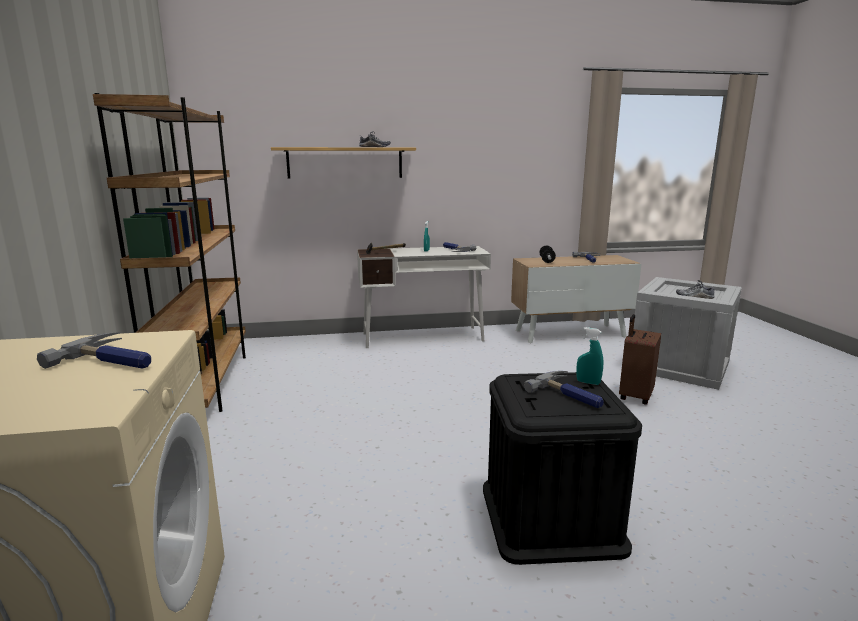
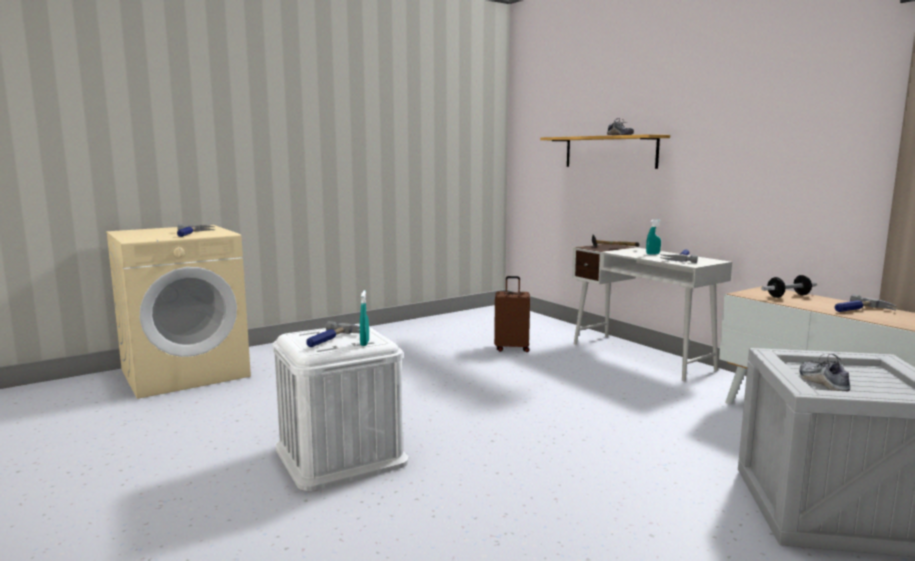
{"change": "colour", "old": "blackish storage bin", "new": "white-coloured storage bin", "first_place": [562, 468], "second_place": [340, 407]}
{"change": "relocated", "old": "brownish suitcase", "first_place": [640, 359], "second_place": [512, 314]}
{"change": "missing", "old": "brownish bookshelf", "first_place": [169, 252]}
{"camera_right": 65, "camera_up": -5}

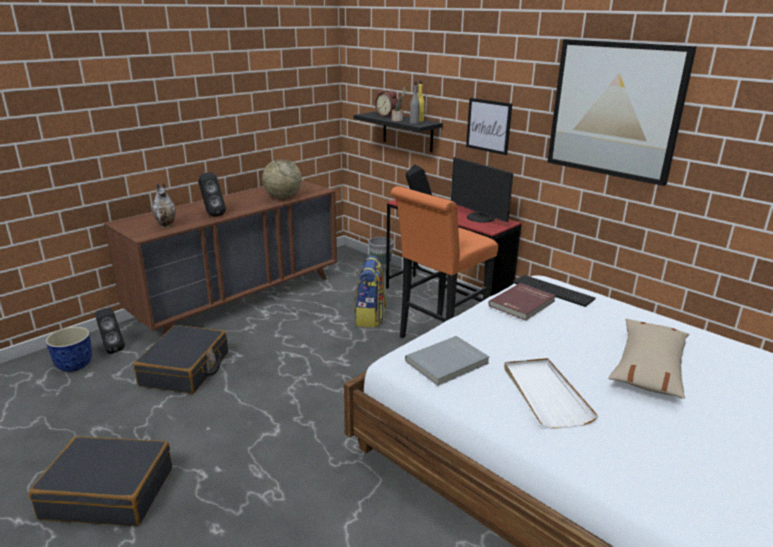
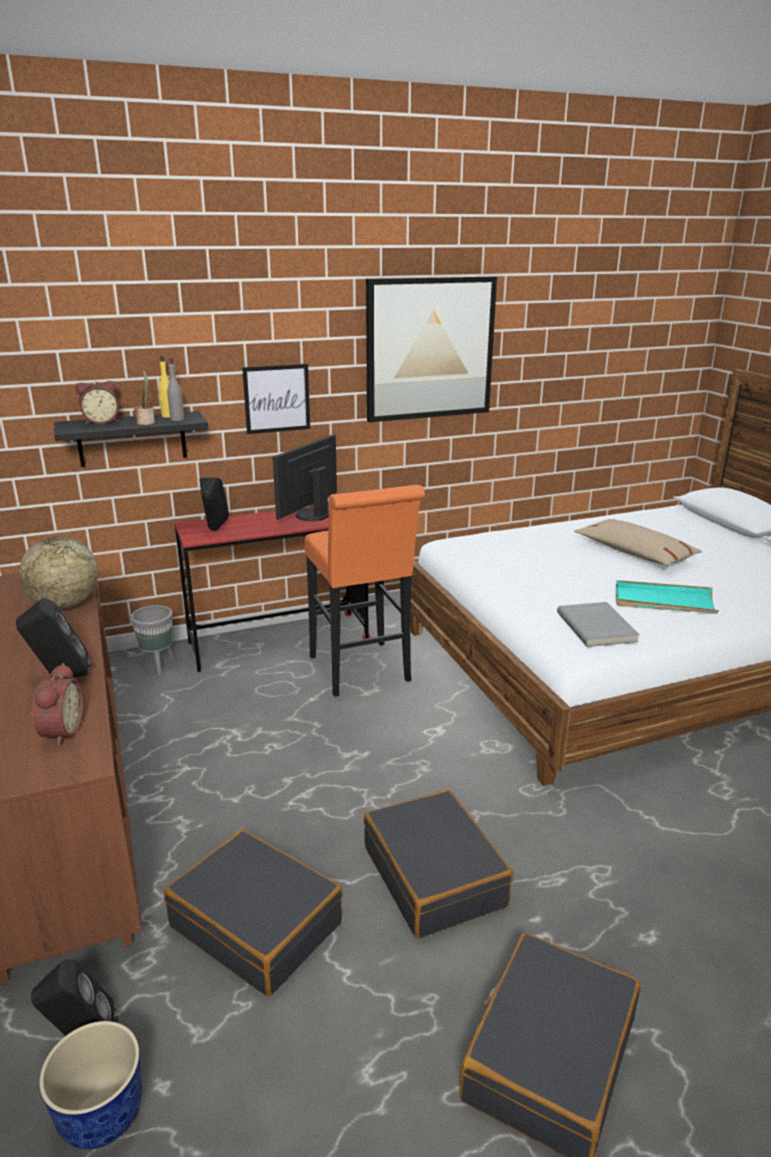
{"change": "exchanged", "old": "flower vase", "new": "alarm clock", "first_place": [164, 205], "second_place": [57, 704]}
{"change": "spun", "old": "computer display", "first_place": [482, 190], "second_place": [305, 478], "degrees": 135}
{"change": "appeared", "new": "blackish suitcase", "second_place": [438, 863]}
{"change": "colour", "old": "white-coloured carrying tray", "new": "turquoise-coloured carrying tray", "first_place": [551, 393], "second_place": [667, 597]}
{"change": "missing", "old": "knapsack", "first_place": [370, 291]}
{"change": "missing", "old": "red volume", "first_place": [522, 302]}
{"change": "missing", "old": "PC keyboard", "first_place": [554, 291]}
{"camera_right": -65, "camera_up": 0}

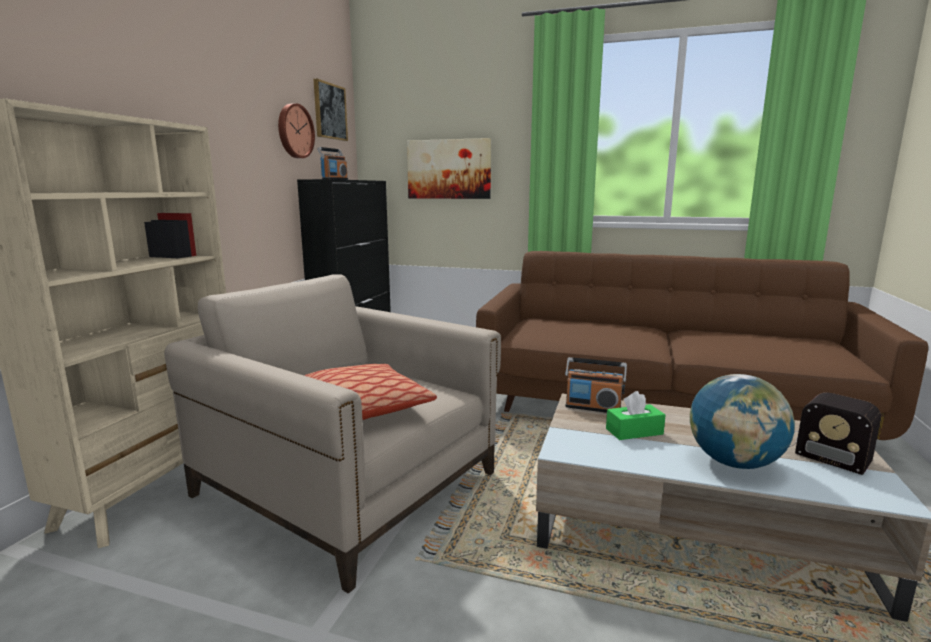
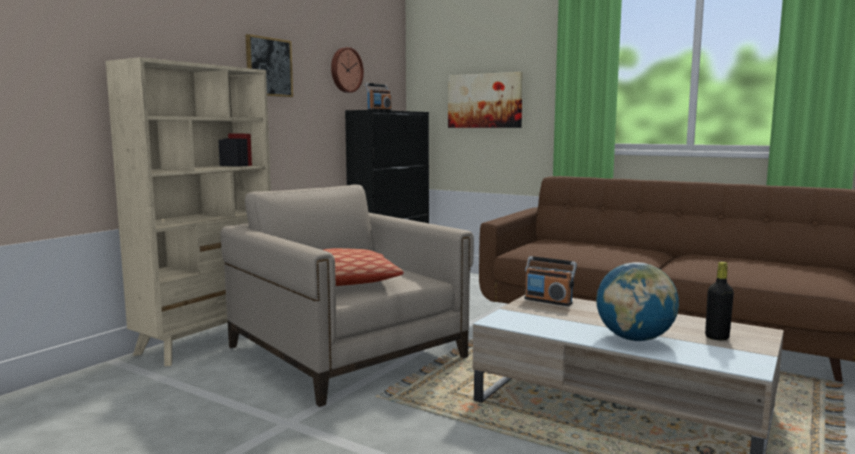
{"change": "relocated", "old": "wall art", "first_place": [330, 110], "second_place": [269, 65]}
{"change": "exchanged", "old": "radio", "new": "blackish drink bottle", "first_place": [835, 433], "second_place": [719, 301]}
{"change": "missing", "old": "greenish box of tissues", "first_place": [636, 415]}
{"camera_right": 15, "camera_up": -5}

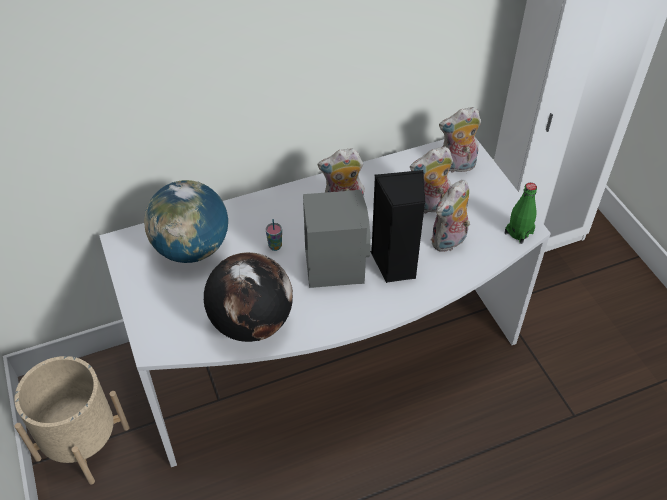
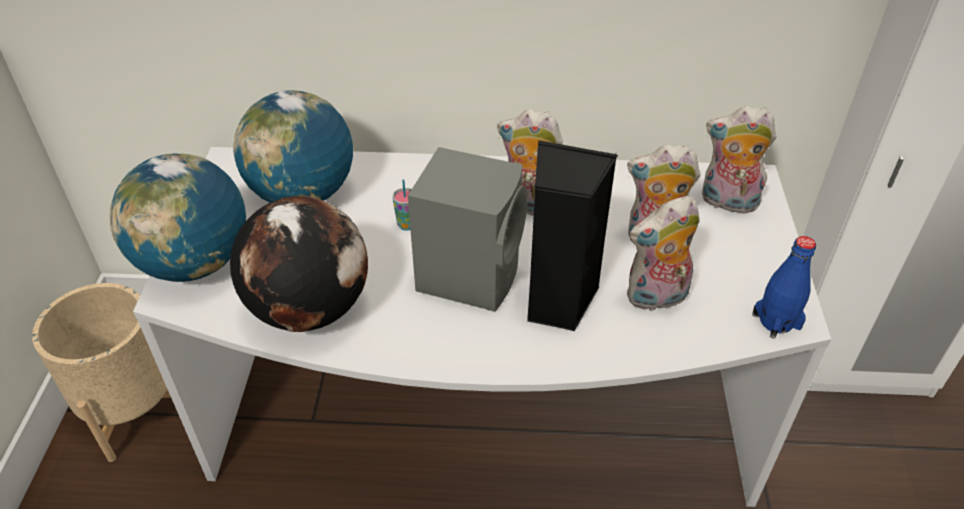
{"change": "appeared", "new": "world globe", "second_place": [178, 218]}
{"change": "colour", "old": "greenish drink bottle", "new": "bluish drink bottle", "first_place": [521, 213], "second_place": [784, 287]}
{"camera_right": 25, "camera_up": -5}

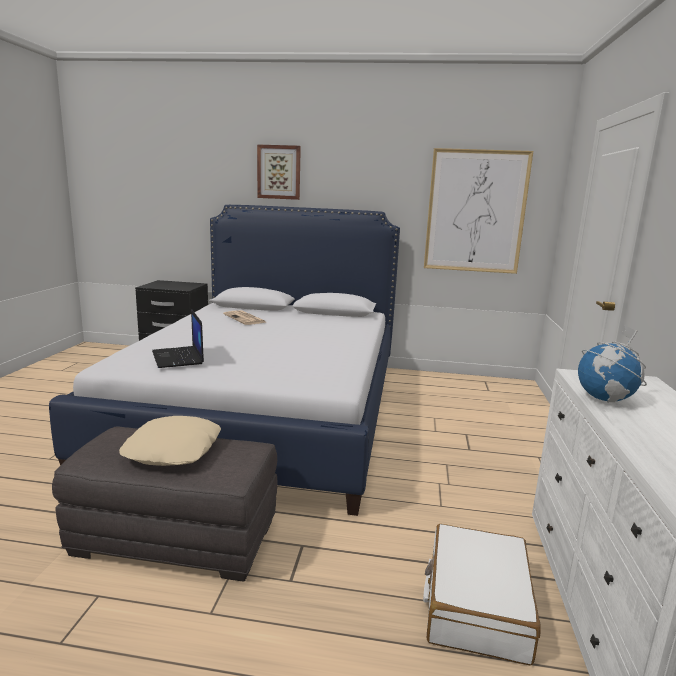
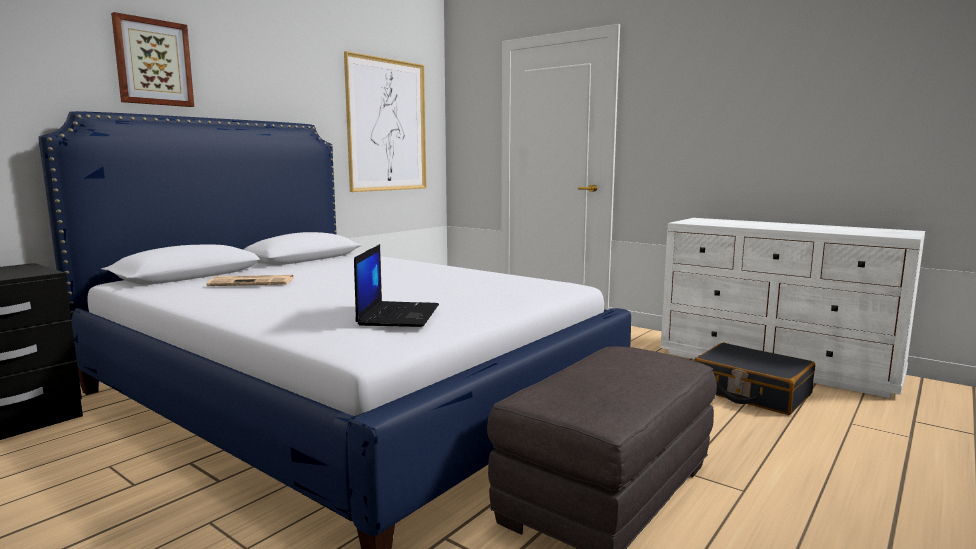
{"change": "spun", "old": "laptop", "first_place": [178, 338], "second_place": [396, 285], "degrees": -90}
{"change": "colour", "old": "white-coloured suitcase", "new": "blackish suitcase", "first_place": [482, 594], "second_place": [754, 379]}
{"change": "missing", "old": "sand-coloured cushion", "first_place": [170, 441]}
{"change": "missing", "old": "world globe", "first_place": [612, 363]}
{"camera_right": -60, "camera_up": -5}

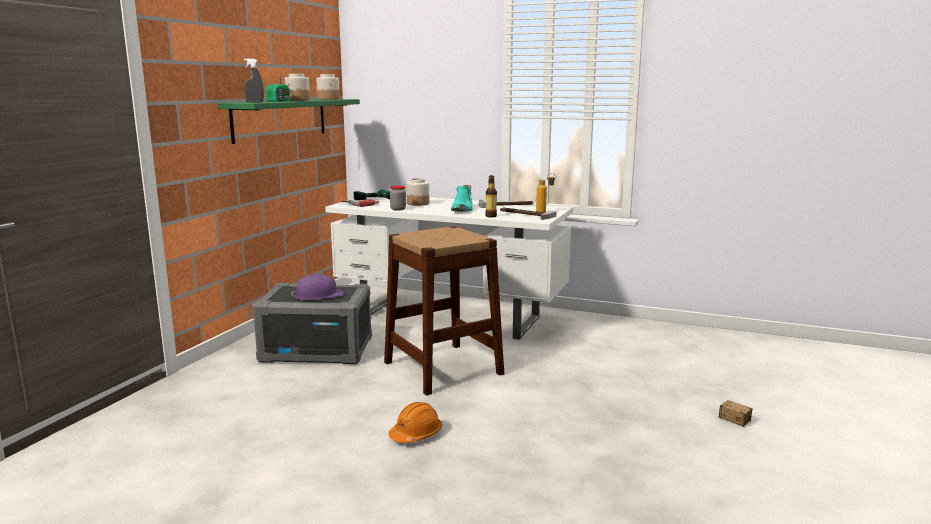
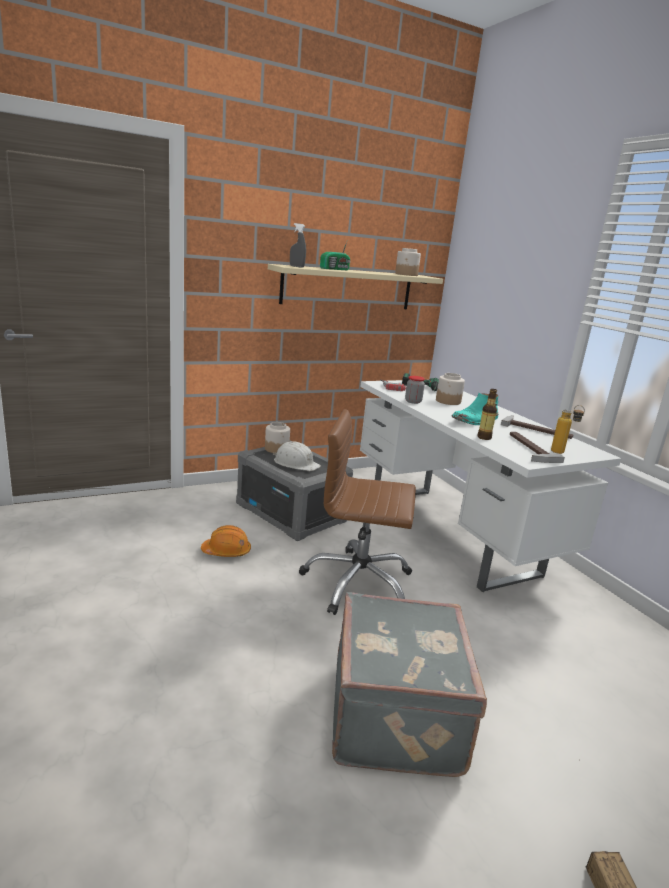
{"change": "relocated", "old": "orange-coloured safety helmet", "first_place": [415, 422], "second_place": [226, 541]}
{"change": "relocated", "old": "preserve jar", "first_place": [297, 87], "second_place": [277, 437]}
{"change": "colour", "old": "greenish wall shelf", "new": "sand-coloured wall shelf", "first_place": [289, 121], "second_place": [355, 286]}
{"change": "colour", "old": "purple safety helmet", "new": "white-coloured safety helmet", "first_place": [317, 287], "second_place": [297, 456]}
{"change": "exchanged", "old": "brownish stool seat", "new": "brownish desk chair", "first_place": [444, 310], "second_place": [357, 512]}
{"change": "appeared", "new": "greyish suitcase", "second_place": [409, 684]}
{"camera_right": 40, "camera_up": 5}

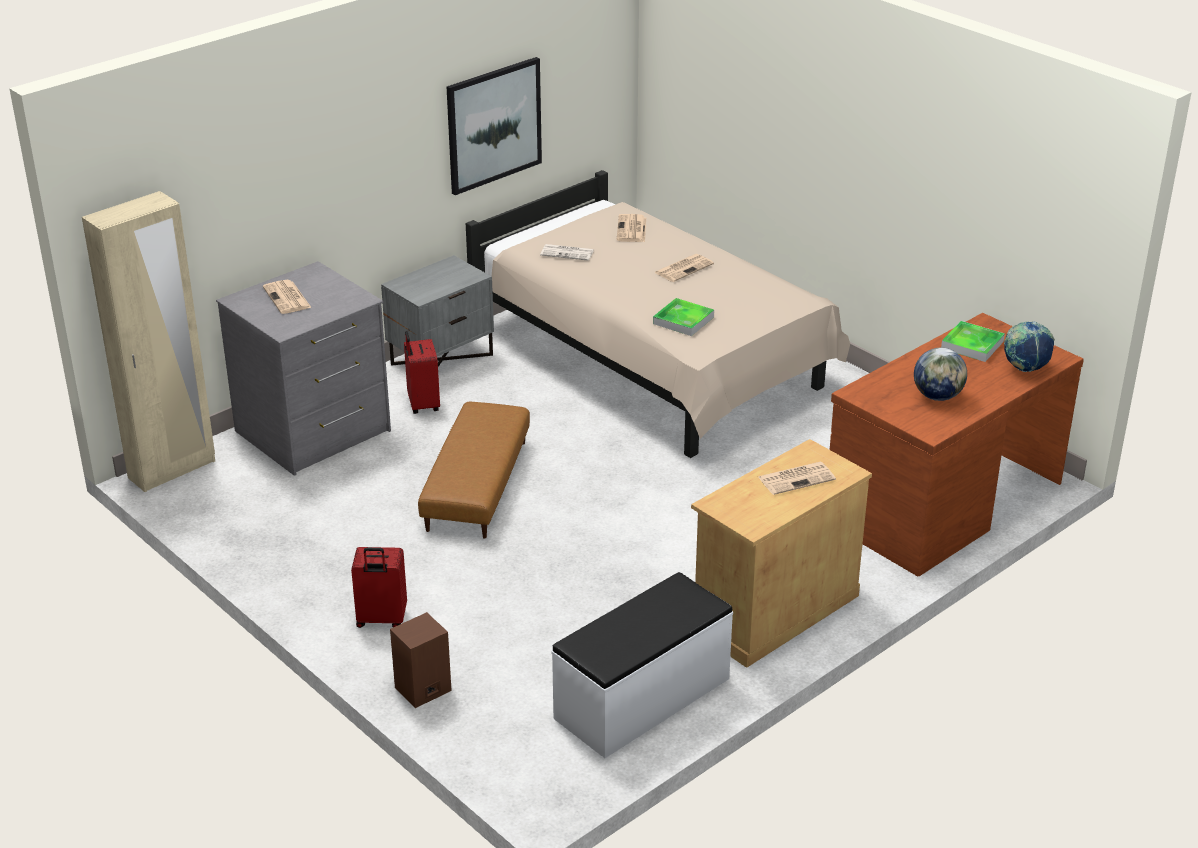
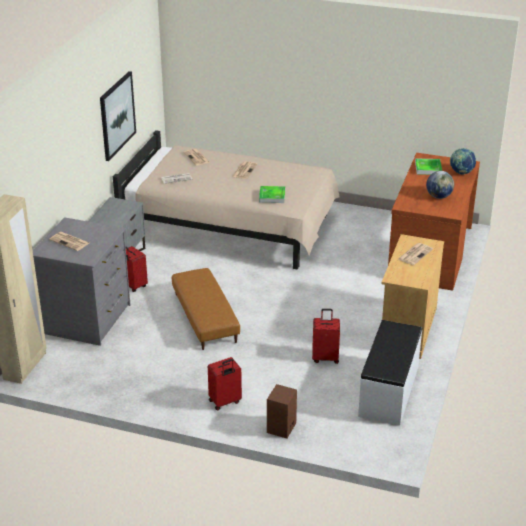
{"change": "appeared", "new": "red suitcase", "second_place": [326, 336]}
{"camera_right": -30, "camera_up": 0}

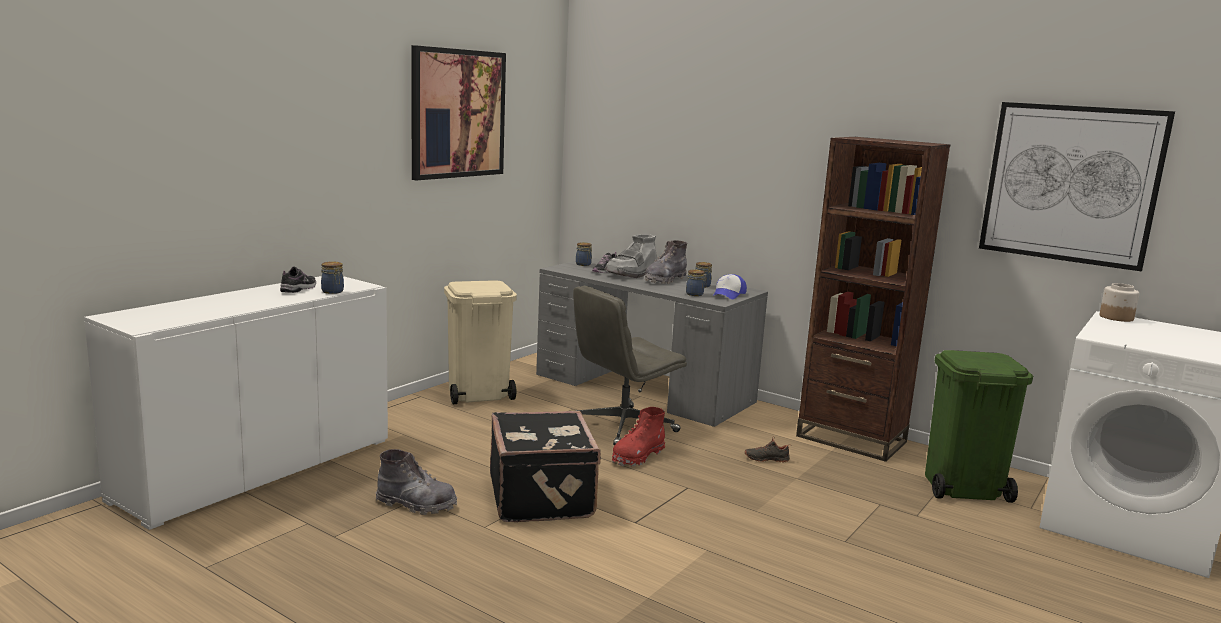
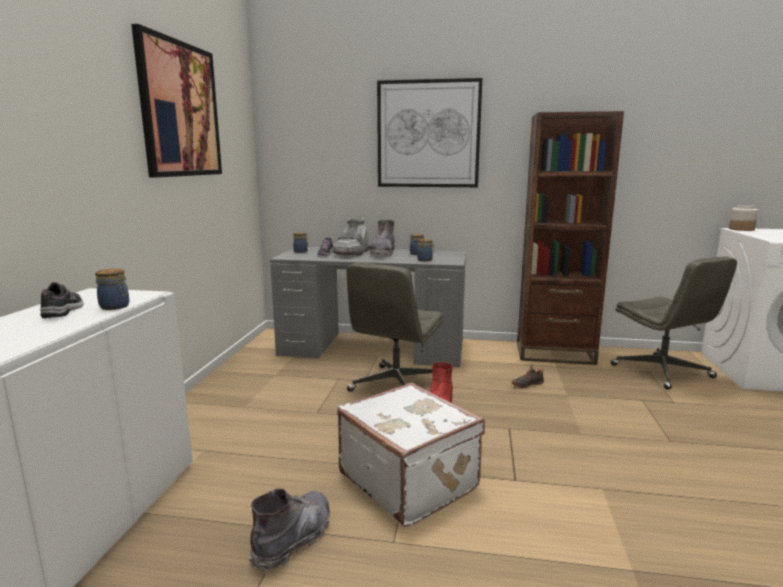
{"change": "spun", "old": "greyish boot", "first_place": [416, 482], "second_place": [289, 530], "degrees": -45}
{"change": "colour", "old": "blackish suitcase", "new": "white-coloured suitcase", "first_place": [545, 466], "second_place": [411, 454]}
{"change": "relocated", "old": "wall art", "first_place": [1077, 187], "second_place": [429, 132]}
{"change": "exchanged", "old": "greenish waste bin", "new": "greyish desk chair", "first_place": [979, 426], "second_place": [674, 323]}
{"change": "missing", "old": "sand-coloured waste bin", "first_place": [480, 342]}
{"change": "missing", "old": "peaked cap", "first_place": [730, 286]}
{"camera_right": -25, "camera_up": 0}

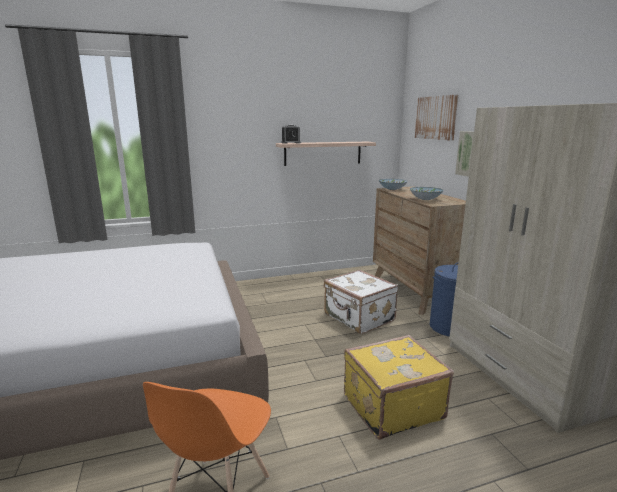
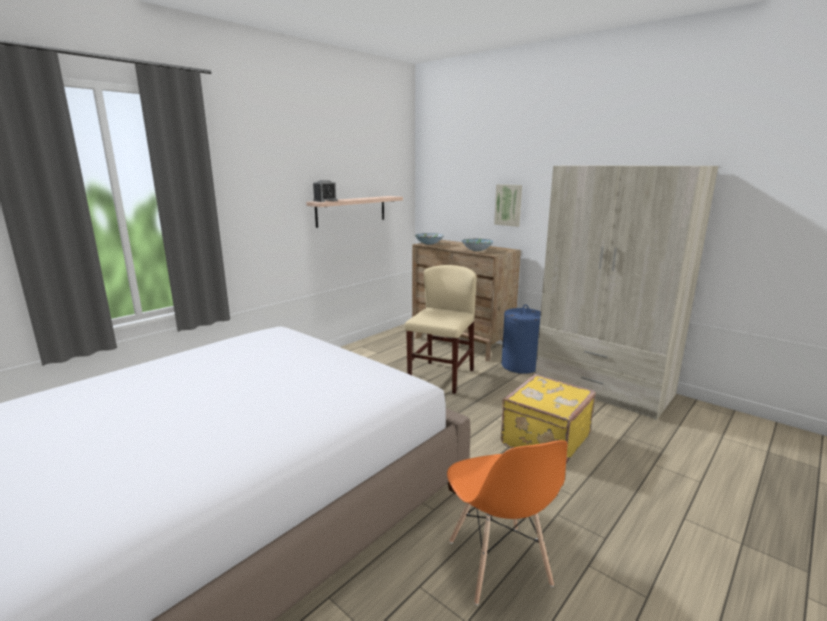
{"change": "exchanged", "old": "white-coloured suitcase", "new": "sand-coloured plain chair", "first_place": [361, 302], "second_place": [441, 329]}
{"change": "missing", "old": "wall art", "first_place": [436, 118]}
{"camera_right": -30, "camera_up": 0}

